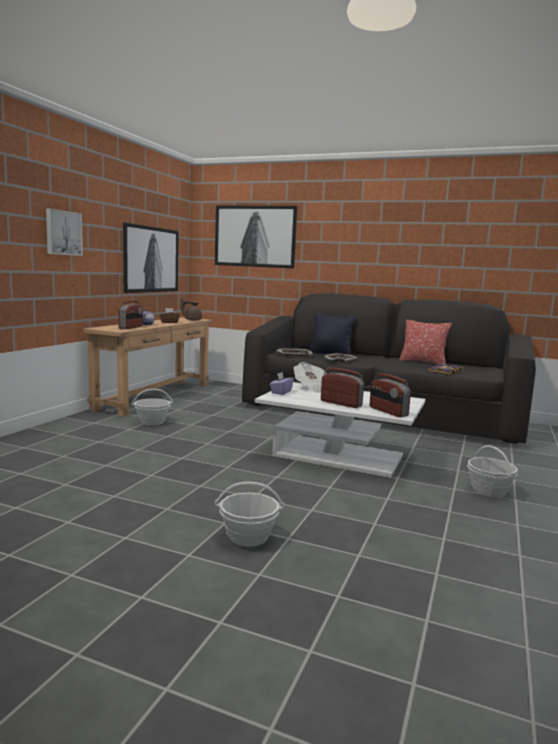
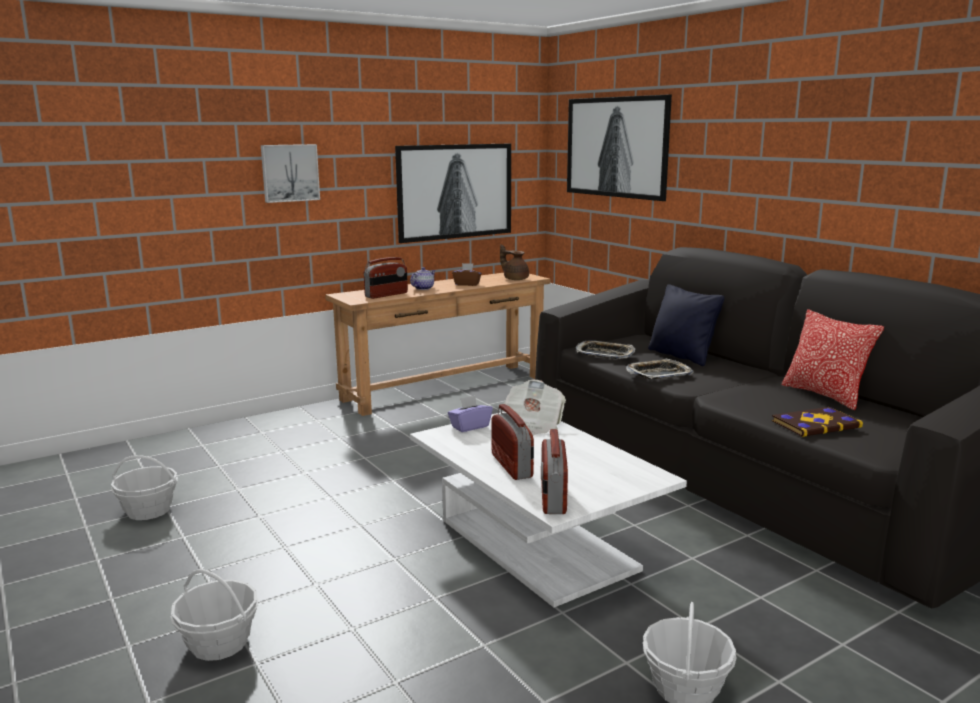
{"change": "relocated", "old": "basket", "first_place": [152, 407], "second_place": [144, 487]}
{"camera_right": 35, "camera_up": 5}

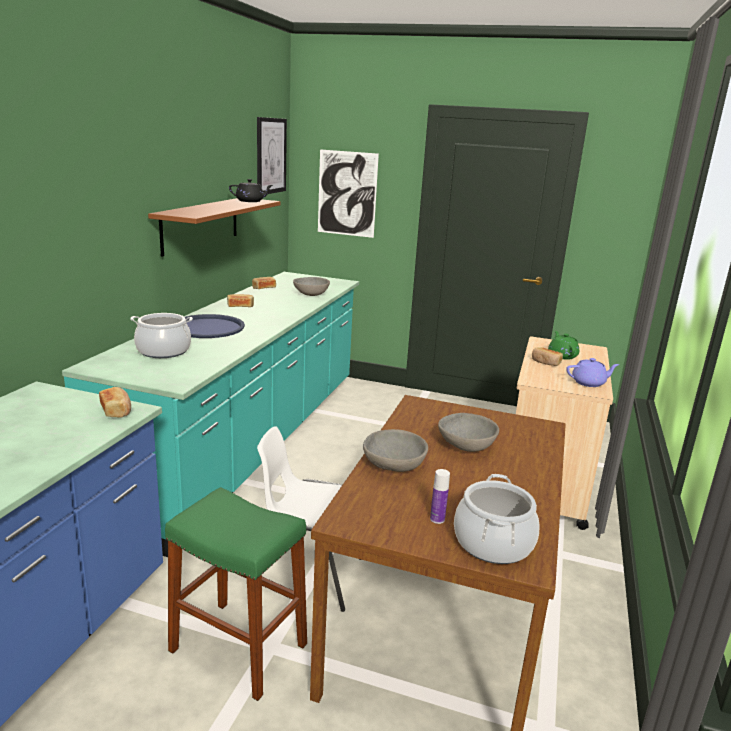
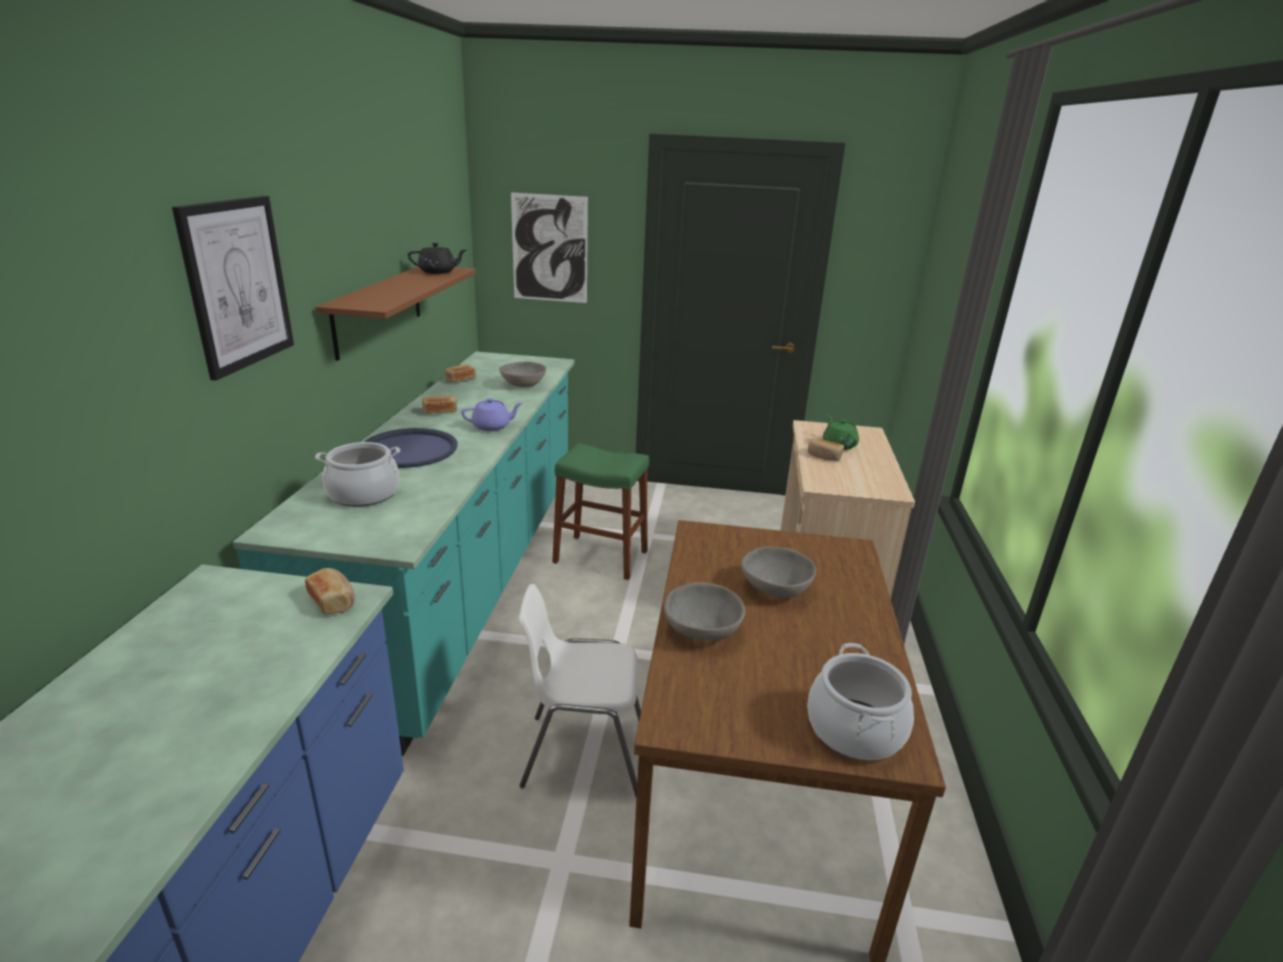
{"change": "relocated", "old": "wall art", "first_place": [272, 155], "second_place": [233, 288]}
{"change": "relocated", "old": "purple pot for tea", "first_place": [592, 372], "second_place": [492, 414]}
{"change": "relocated", "old": "greenish stool seat", "first_place": [236, 594], "second_place": [600, 511]}
{"change": "missing", "old": "drink bottle", "first_place": [440, 496]}
{"camera_right": -10, "camera_up": 5}

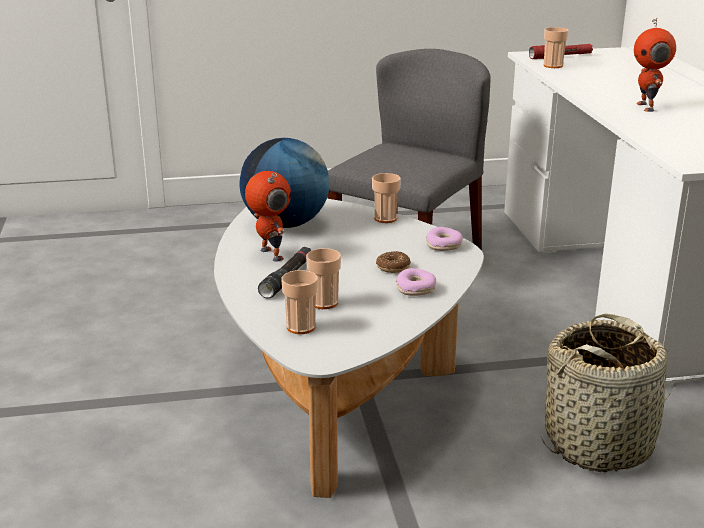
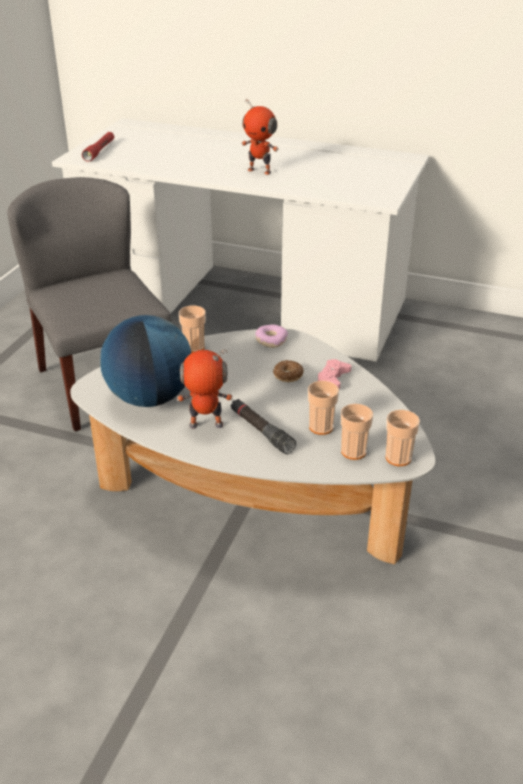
{"change": "exchanged", "old": "doughnut", "new": "pinkish joypad", "first_place": [416, 282], "second_place": [334, 374]}
{"change": "relocated", "old": "small cup", "first_place": [556, 47], "second_place": [403, 438]}
{"change": "missing", "old": "basket", "first_place": [608, 392]}
{"camera_right": -60, "camera_up": 10}

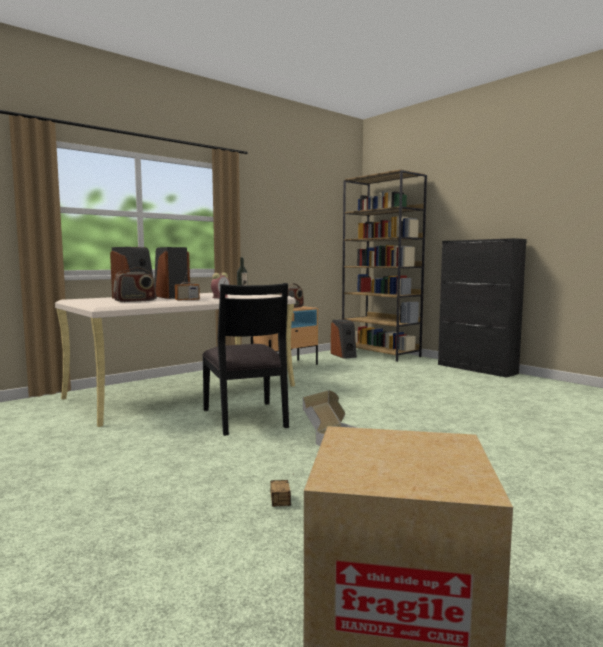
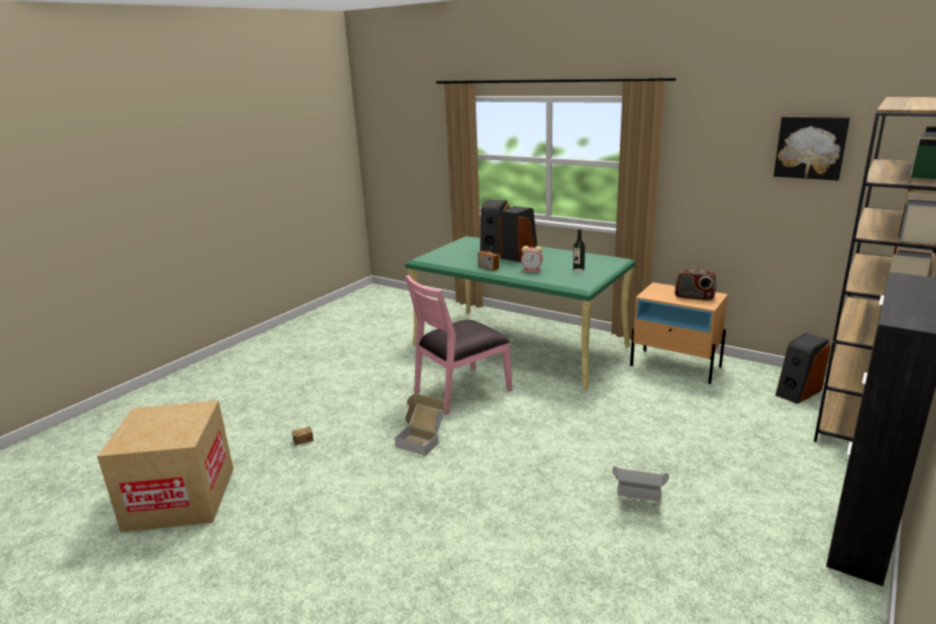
{"change": "colour", "old": "sand-coloured desk table", "new": "greenish desk table", "first_place": [175, 360], "second_place": [520, 313]}
{"change": "colour", "old": "blackish plain chair", "new": "pinkish plain chair", "first_place": [245, 359], "second_place": [458, 345]}
{"change": "appeared", "new": "cardboard box", "second_place": [640, 484]}
{"change": "appeared", "new": "wall art", "second_place": [812, 148]}
{"change": "missing", "old": "radio", "first_place": [134, 284]}
{"camera_right": 75, "camera_up": 15}

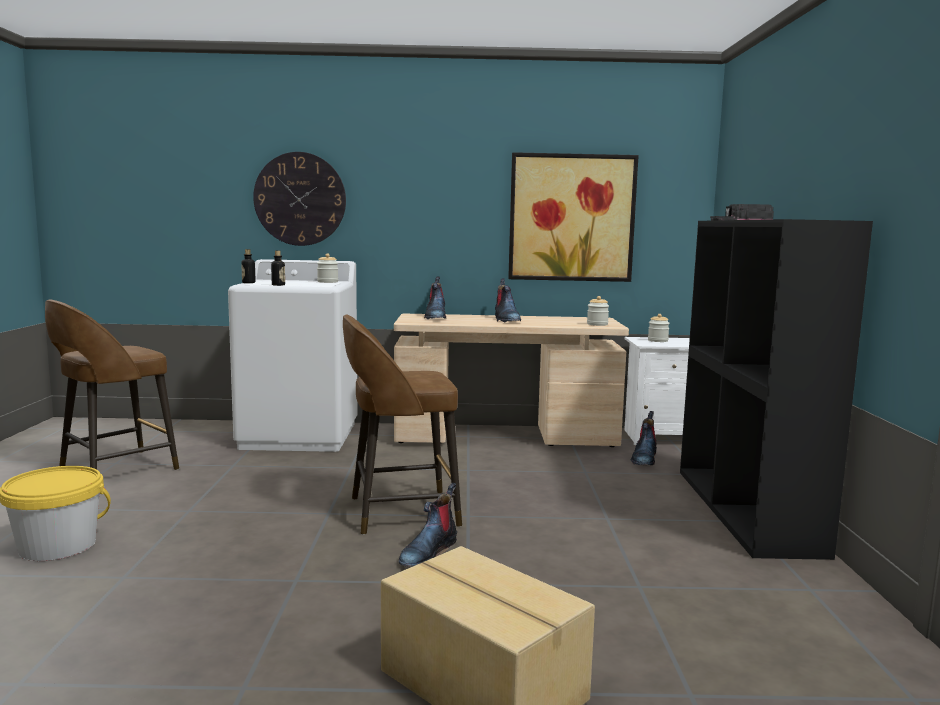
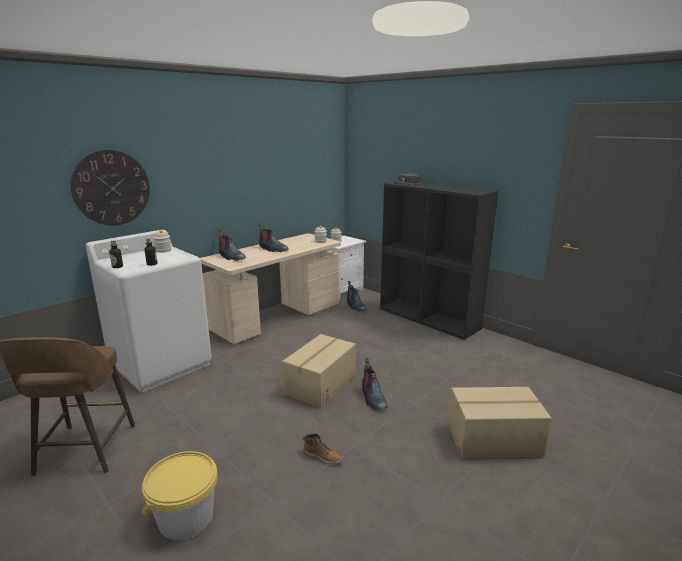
{"change": "exchanged", "old": "brownish stool seat", "new": "cardboard box", "first_place": [402, 425], "second_place": [319, 371]}
{"change": "appeared", "new": "boot", "second_place": [323, 448]}
{"change": "missing", "old": "wall art", "first_place": [573, 217]}
{"camera_right": -45, "camera_up": 10}

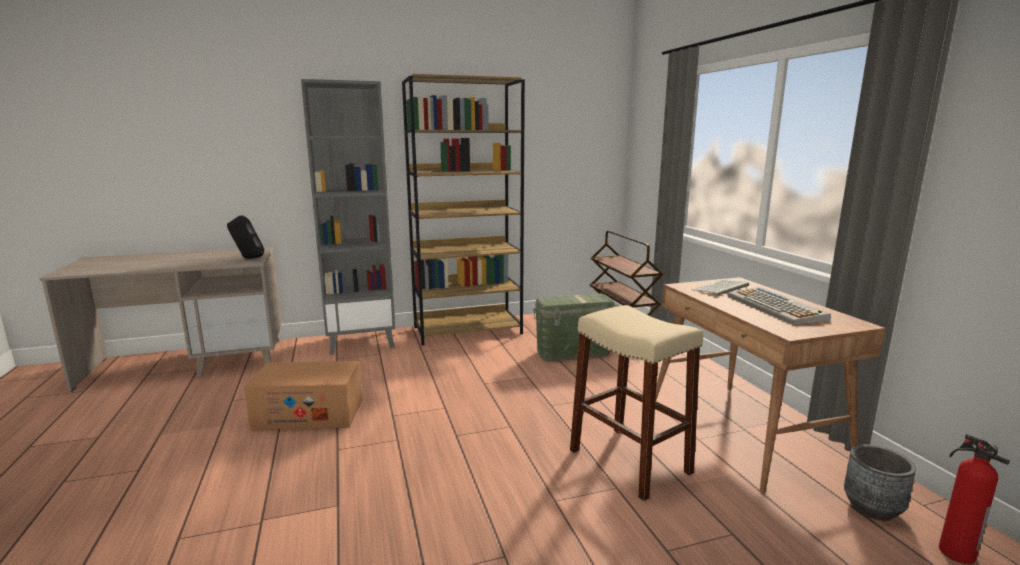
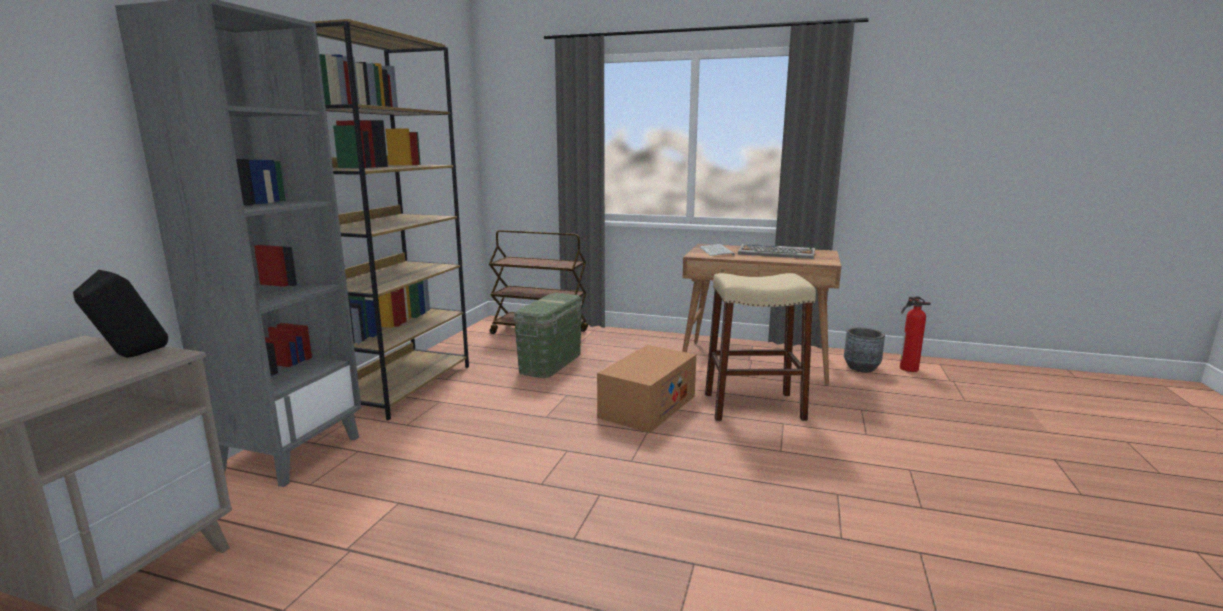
{"change": "relocated", "old": "cardboard box", "first_place": [303, 395], "second_place": [646, 389]}
{"camera_right": -55, "camera_up": 0}

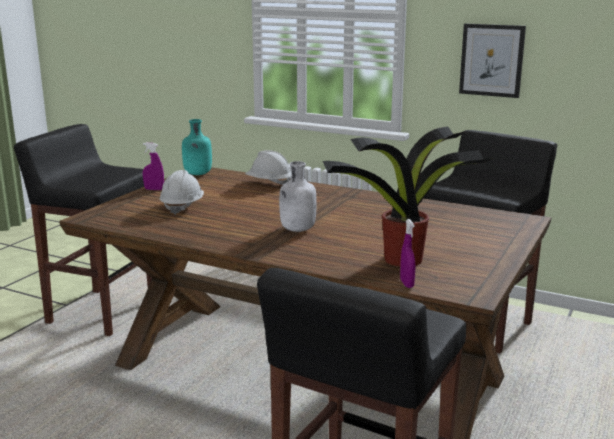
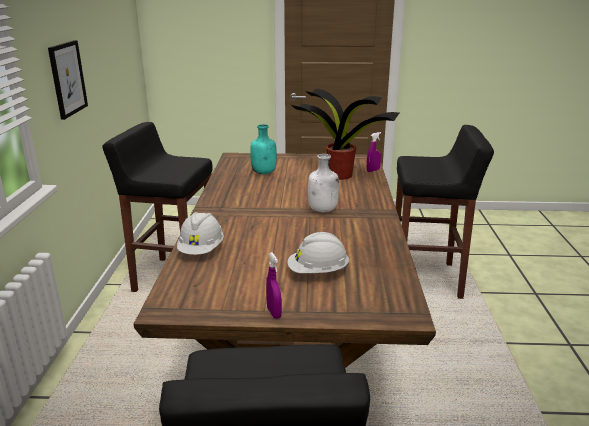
{"change": "relocated", "old": "turquoise-coloured drink bottle", "first_place": [197, 147], "second_place": [263, 149]}
{"camera_right": -115, "camera_up": 5}

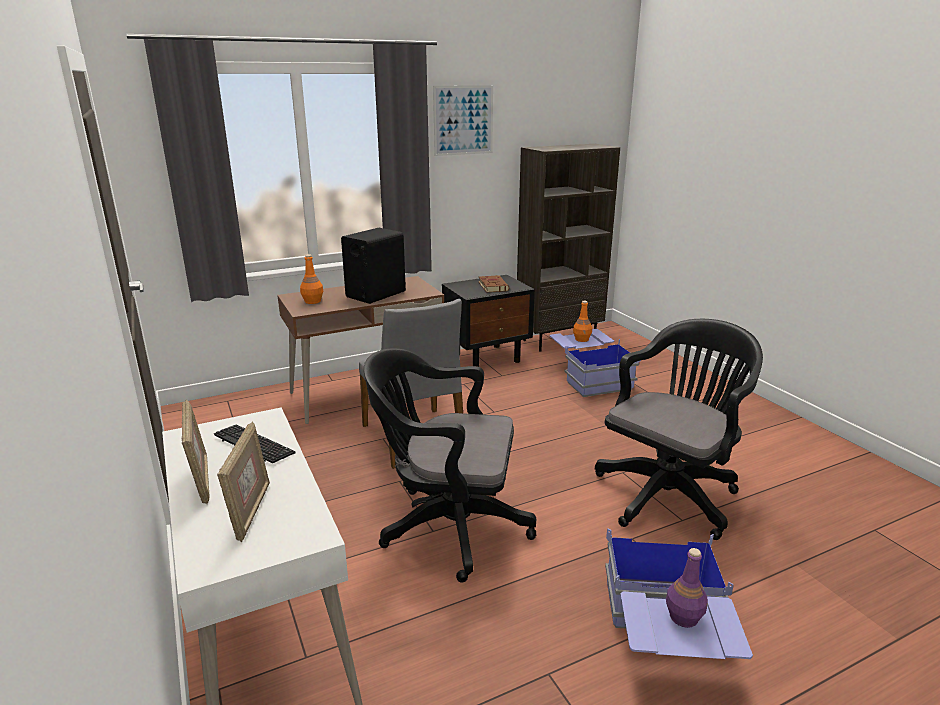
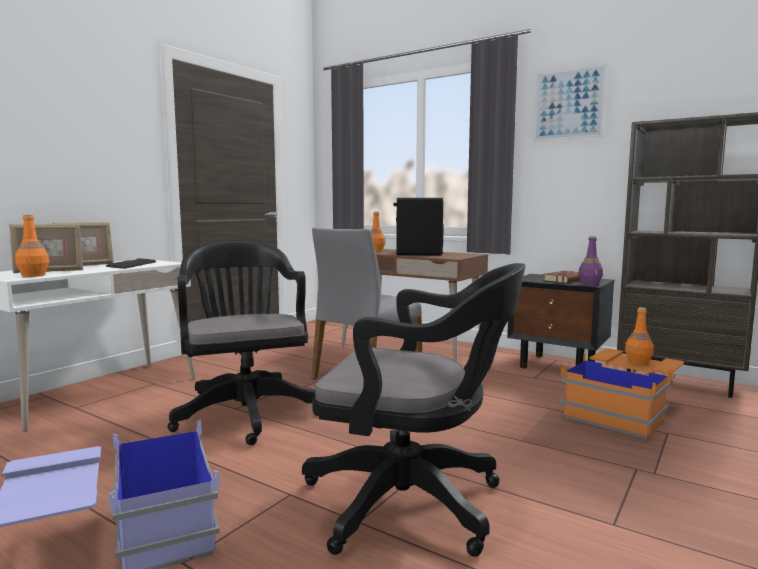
{"change": "appeared", "new": "orange-coloured drink bottle", "second_place": [32, 245]}
{"change": "colour", "old": "bluish storage bin", "new": "orange-coloured storage bin", "first_place": [595, 363], "second_place": [622, 393]}
{"change": "relocated", "old": "purple drink bottle", "first_place": [687, 588], "second_place": [590, 261]}
{"camera_right": 60, "camera_up": -15}

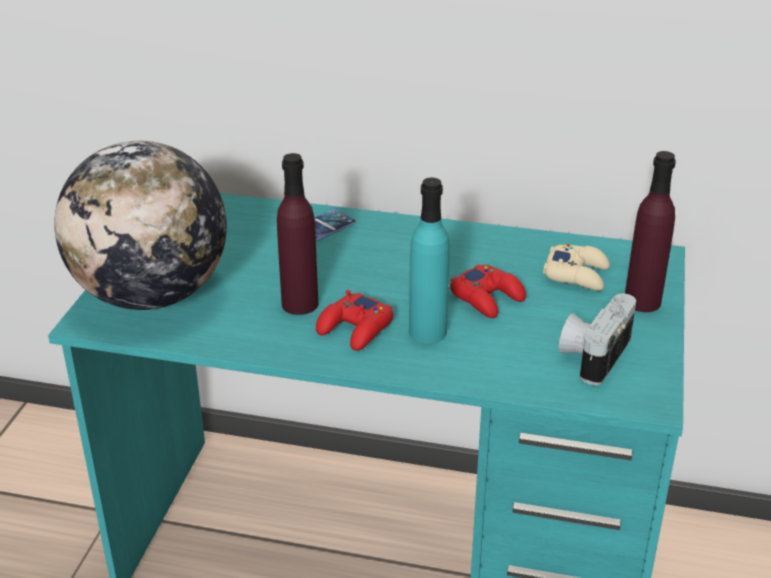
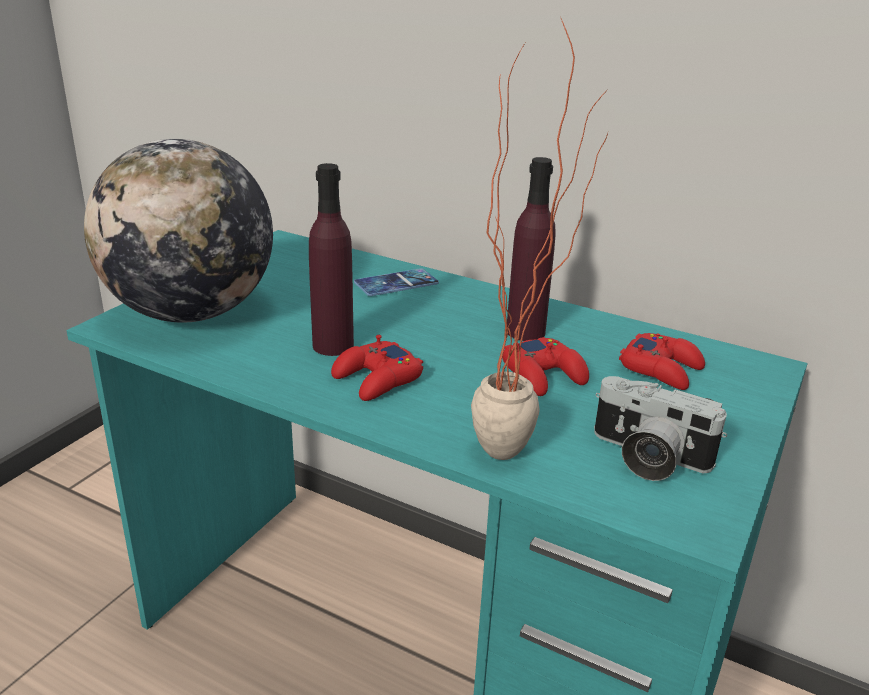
{"change": "appeared", "new": "houseplant", "second_place": [540, 238]}
{"change": "relocated", "old": "purple drink bottle", "first_place": [650, 231], "second_place": [531, 249]}
{"change": "spun", "old": "photo camera", "first_place": [597, 339], "second_place": [660, 428], "degrees": -105}
{"change": "colour", "old": "sand-coloured joypad", "new": "red joypad", "first_place": [576, 267], "second_place": [662, 361]}
{"change": "missing", "old": "turquoise-coloured drink bottle", "first_place": [429, 261]}
{"camera_right": 15, "camera_up": -5}

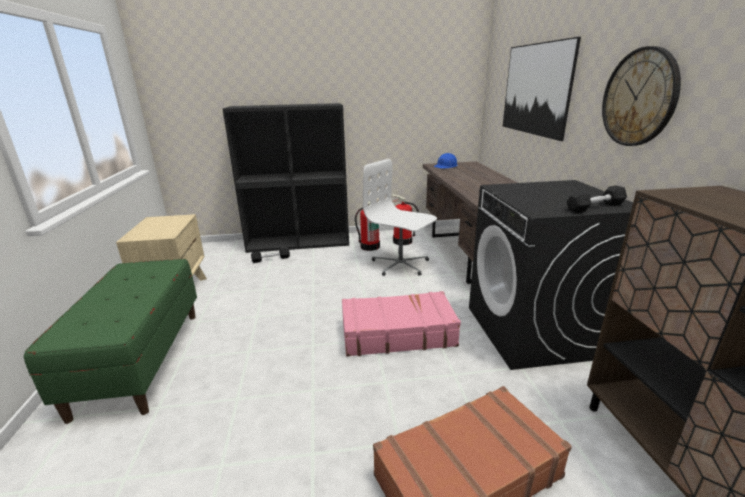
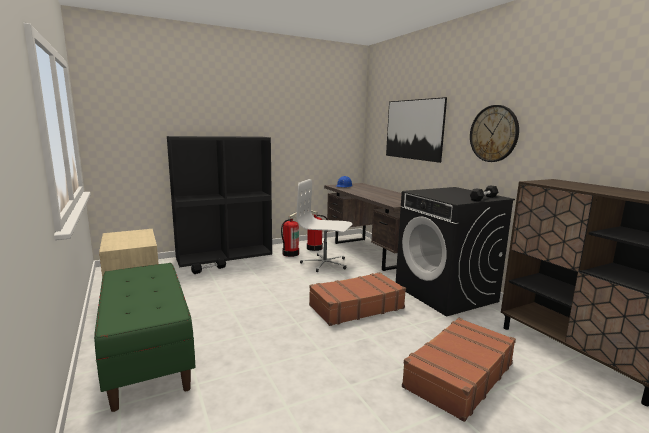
{"change": "colour", "old": "pinkish suitcase", "new": "brownish suitcase", "first_place": [401, 324], "second_place": [357, 299]}
{"camera_right": -20, "camera_up": -10}

